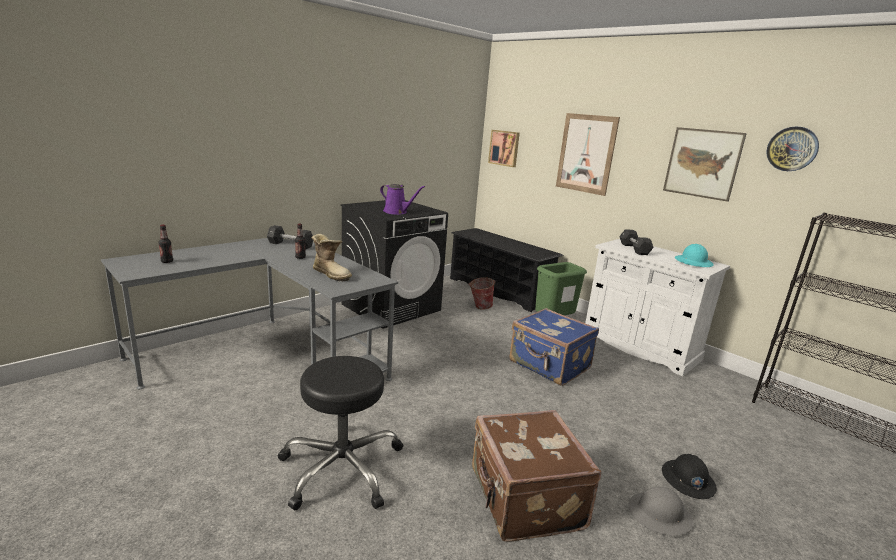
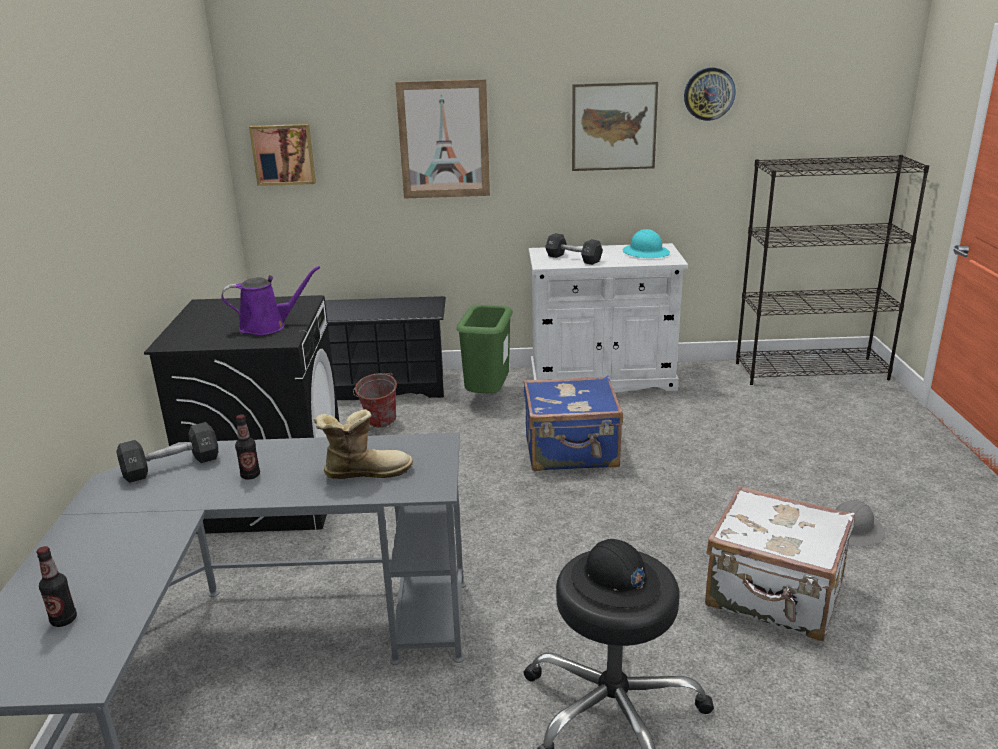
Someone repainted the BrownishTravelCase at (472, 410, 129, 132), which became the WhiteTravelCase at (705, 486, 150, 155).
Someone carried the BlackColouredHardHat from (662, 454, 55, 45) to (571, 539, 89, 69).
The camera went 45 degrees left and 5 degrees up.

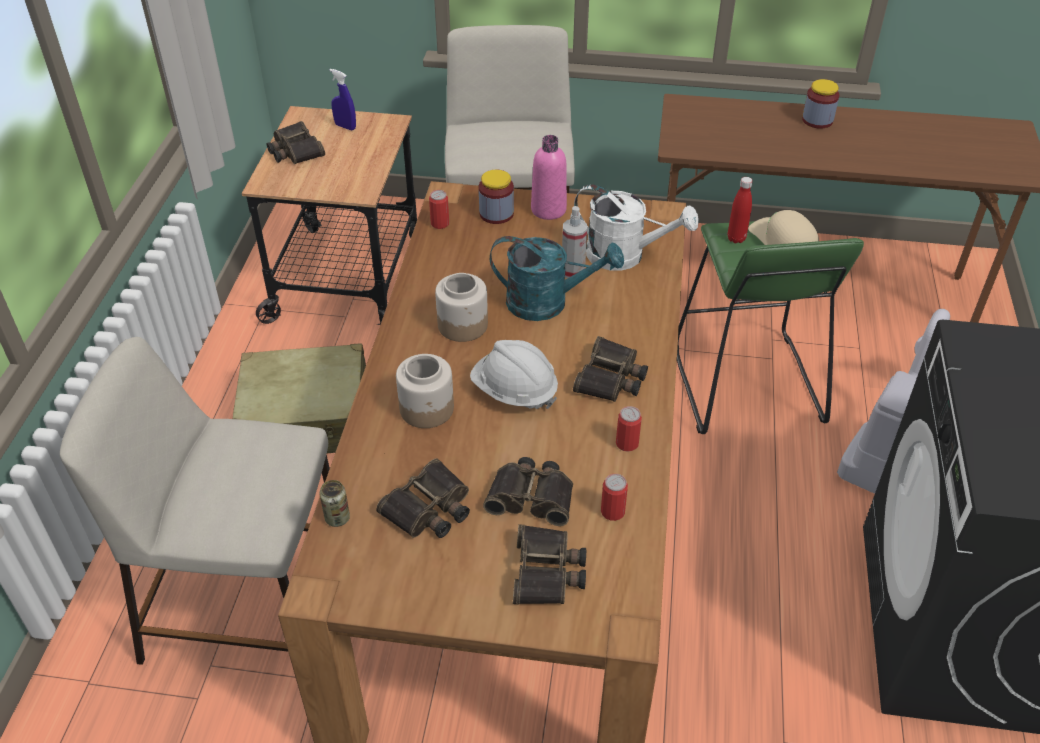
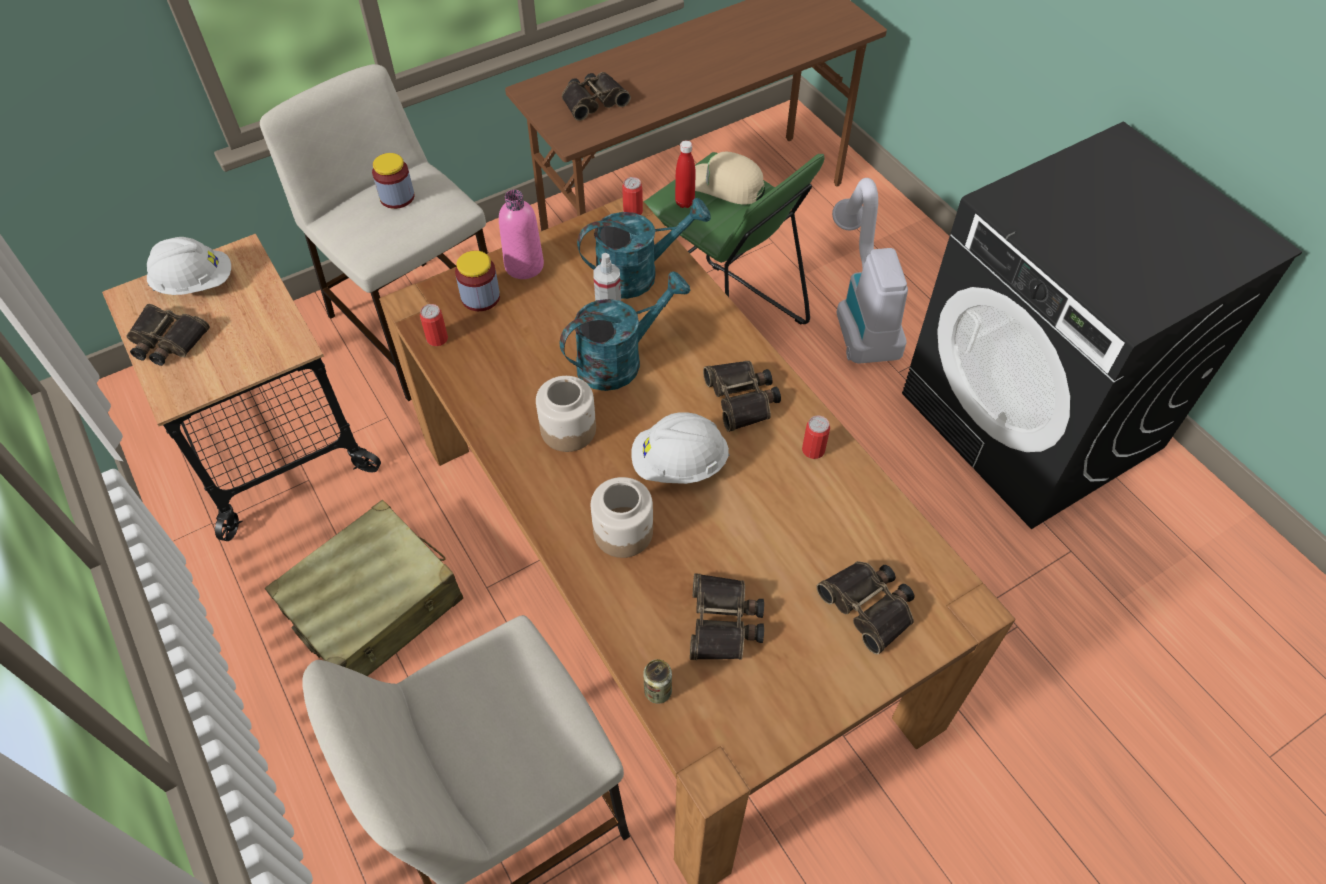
Someone swapped the BlueSprayer at (330, 69, 26, 61) for the WhiteHardHat at (147, 237, 84, 58).
Someone carried the Binoculars from (483, 457, 90, 69) to (562, 72, 69, 49).
Someone repainted the WhiteWateringCan at (574, 184, 125, 87), which became the BlueGreenWateringCan at (577, 198, 134, 101).
Someone carried the SealedCan from (601, 474, 27, 47) to (622, 177, 21, 38).
Someone carried the Jar from (802, 79, 37, 50) to (372, 153, 43, 56).
The camera went 40 degrees left and 10 degrees up.

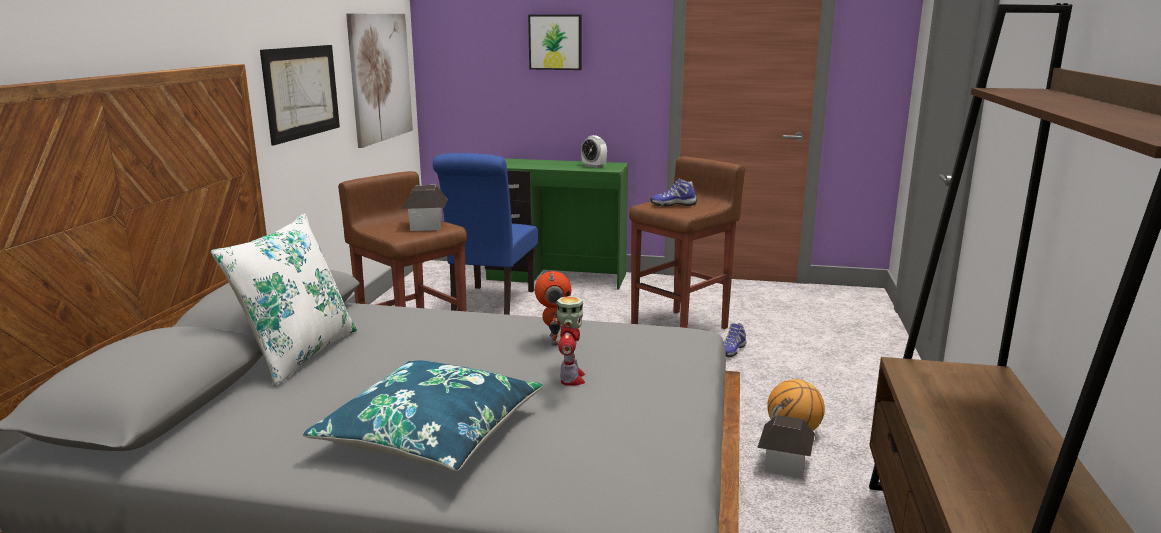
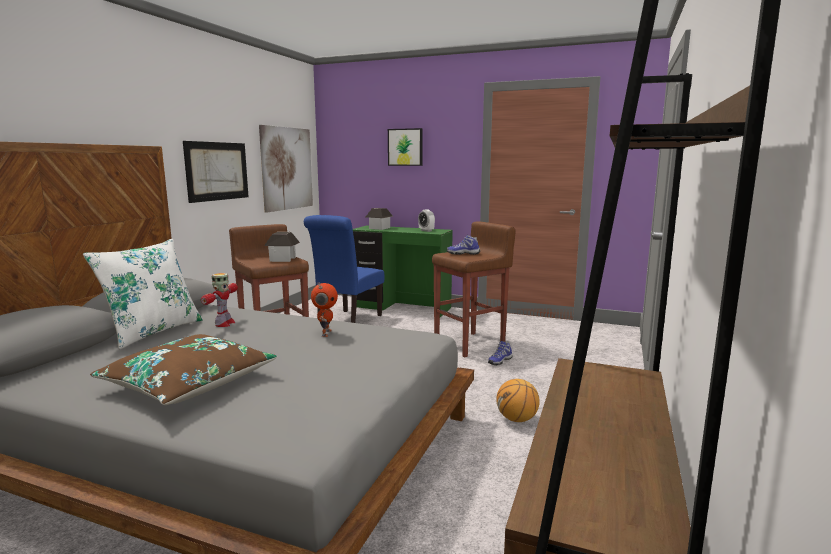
Someone repainted the BluePillow at (303, 361, 240, 110), which became the BrownishPillow at (90, 334, 187, 71).
Someone carried the ModelRobot from (556, 296, 29, 90) to (201, 273, 37, 54).
Someone carried the ModelHouse from (757, 415, 58, 64) to (366, 208, 27, 22).
The camera went 10 degrees right and 5 degrees down.

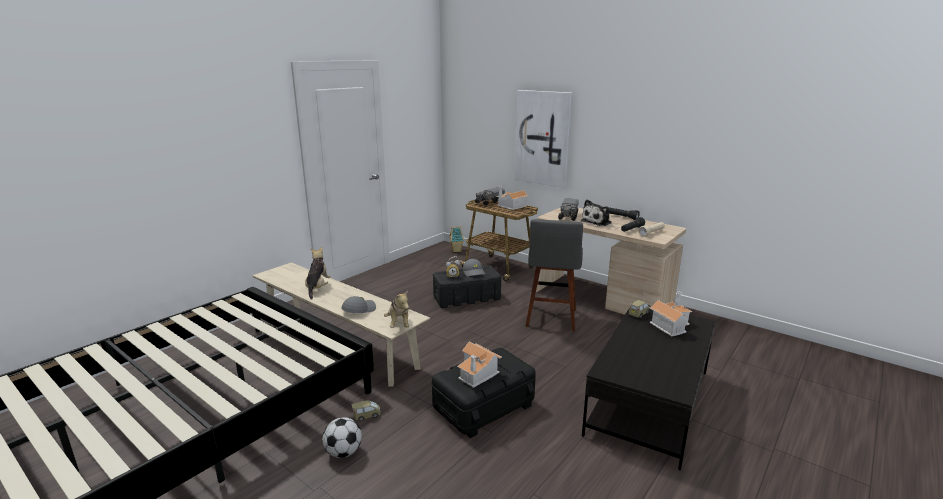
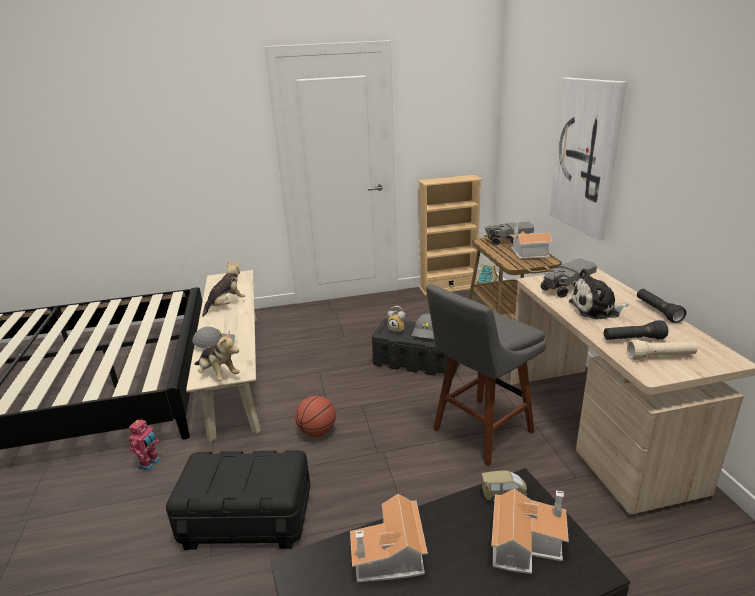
Someone took away the FootballBall at (323, 417, 39, 41).
Someone swapped the ModelCar at (351, 400, 30, 21) for the ModelRobot at (128, 418, 32, 53).
Someone rotated the PlushToy at (384, 290, 25, 38) by 75 degrees counterclockwise.
Someone carried the ModelHouse from (457, 342, 45, 46) to (350, 494, 78, 89).
Someone put down the BallForBasketball at (295, 396, 41, 41).
Someone put down the BeigeBookshelf at (418, 175, 64, 121).
The camera went 40 degrees right and 5 degrees up.

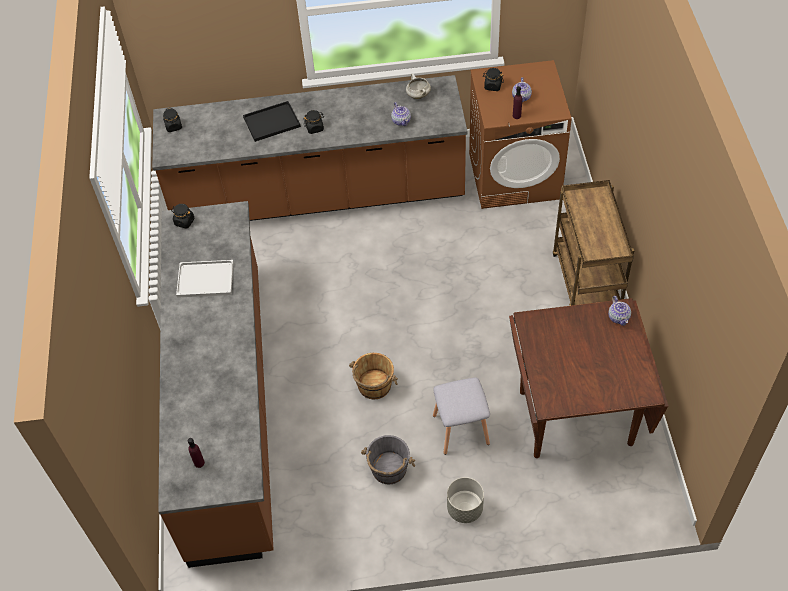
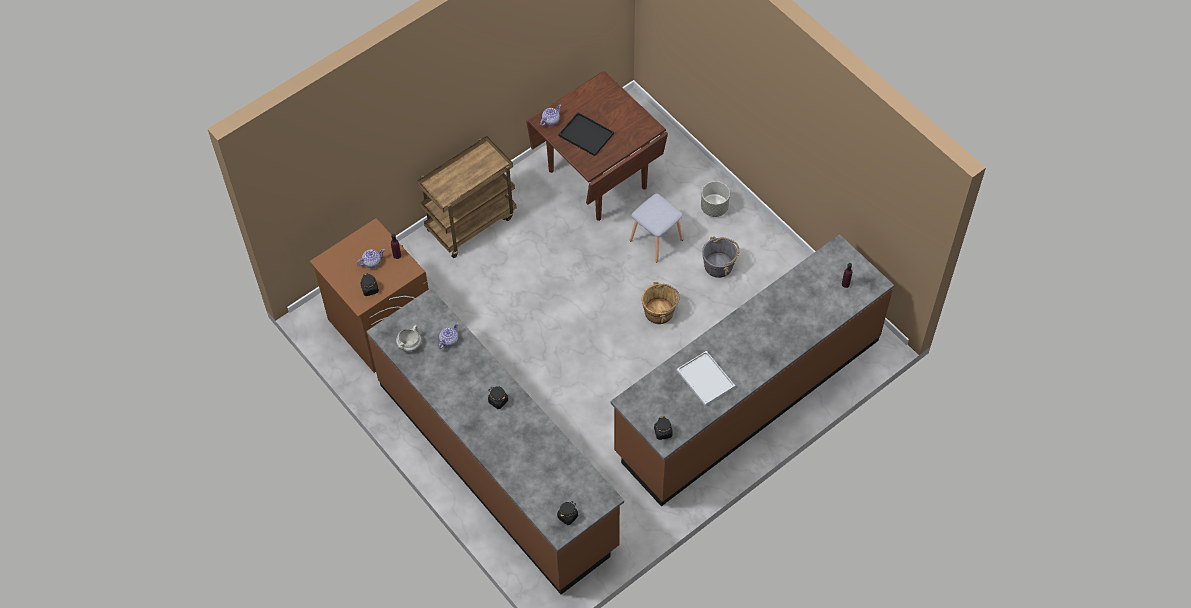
Someone carried the BlackColouredCarryingTray from (243, 101, 58, 41) to (559, 112, 55, 44).
The camera went 125 degrees left and 5 degrees up.

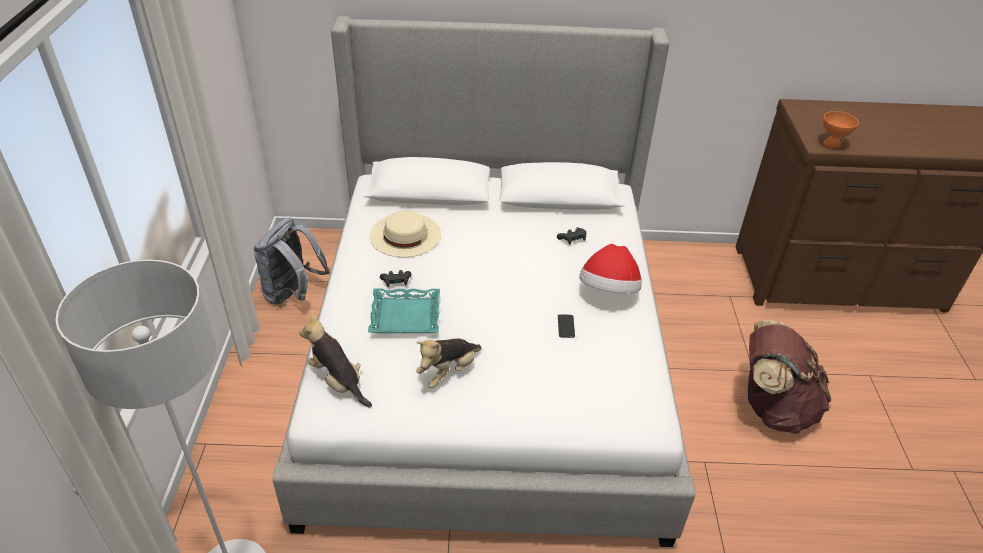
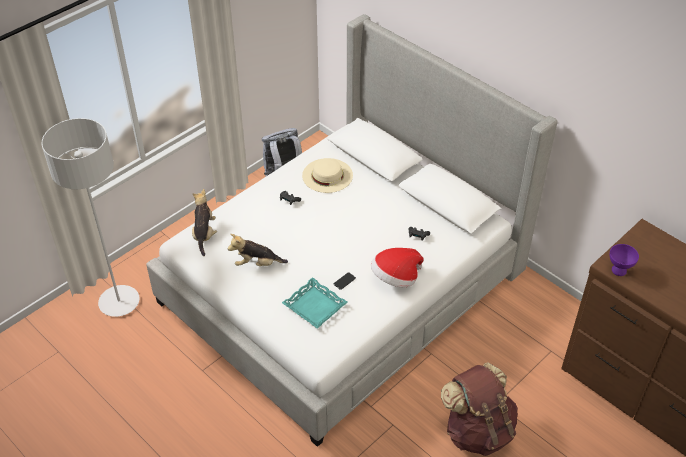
Someone carried the BlueGreenCarryingTray from (368, 289, 72, 44) to (282, 277, 66, 52).
Someone repainted the OrangeyBowl at (823, 111, 36, 38), which became the PurpleColouredBowl at (610, 244, 29, 32).
The camera went 45 degrees right and 5 degrees up.

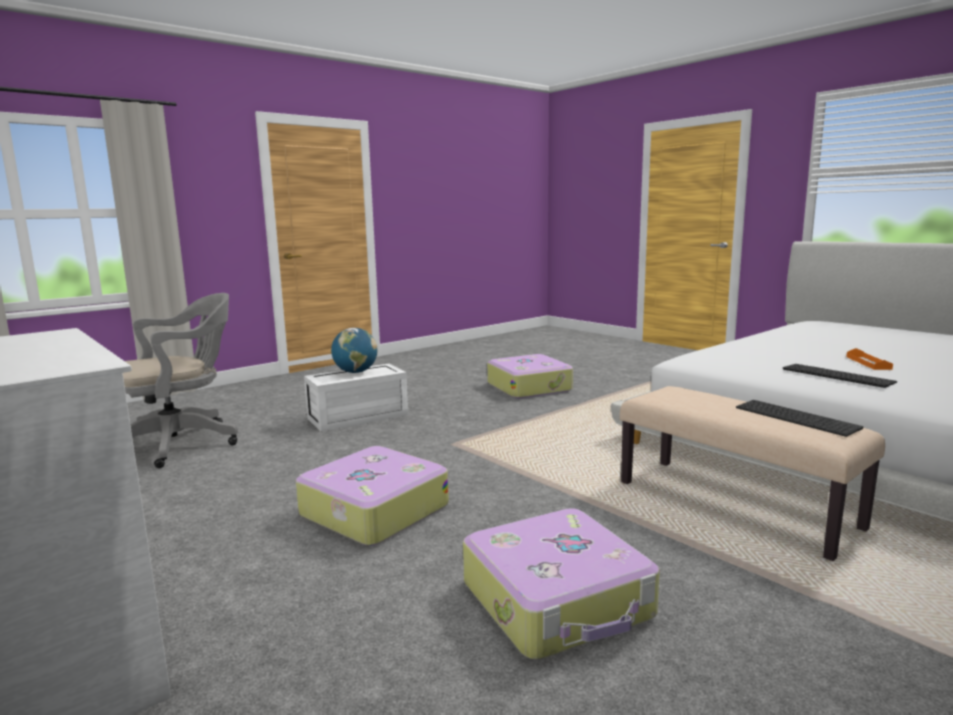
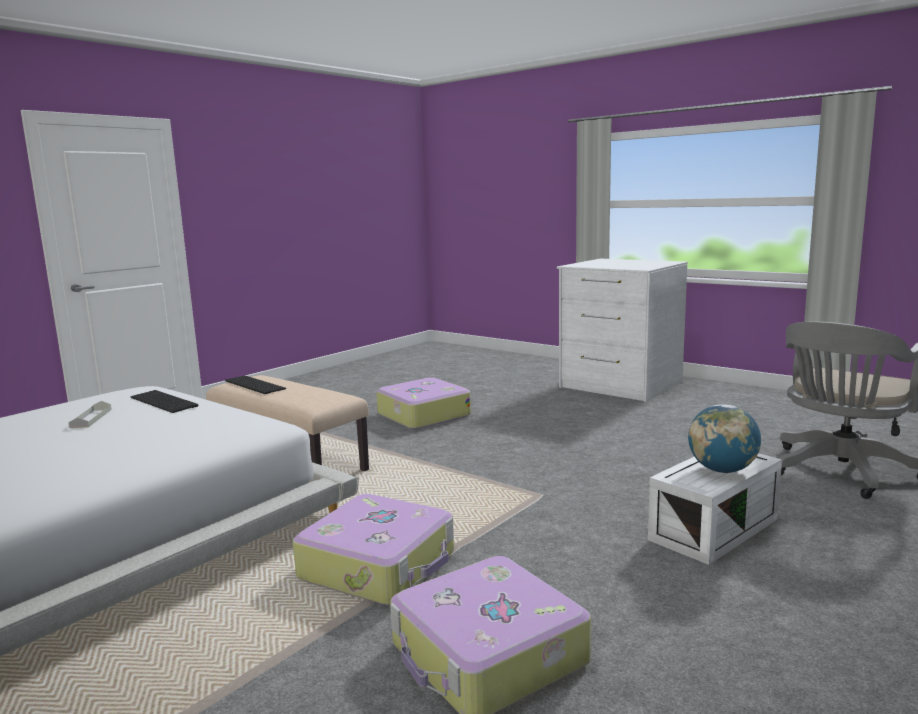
Someone carried the TravelCase from (296, 446, 153, 100) to (293, 494, 161, 111).
Someone repainted the OrangeyCarryingTray at (846, 348, 47, 22), which became the GreyCarryingTray at (68, 401, 44, 27).
The camera went 170 degrees right and 0 degrees up.

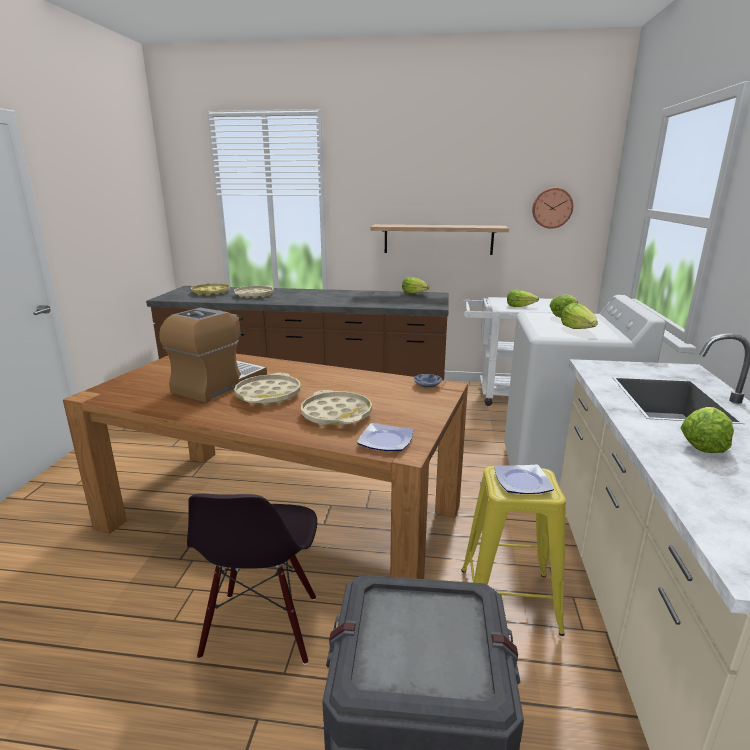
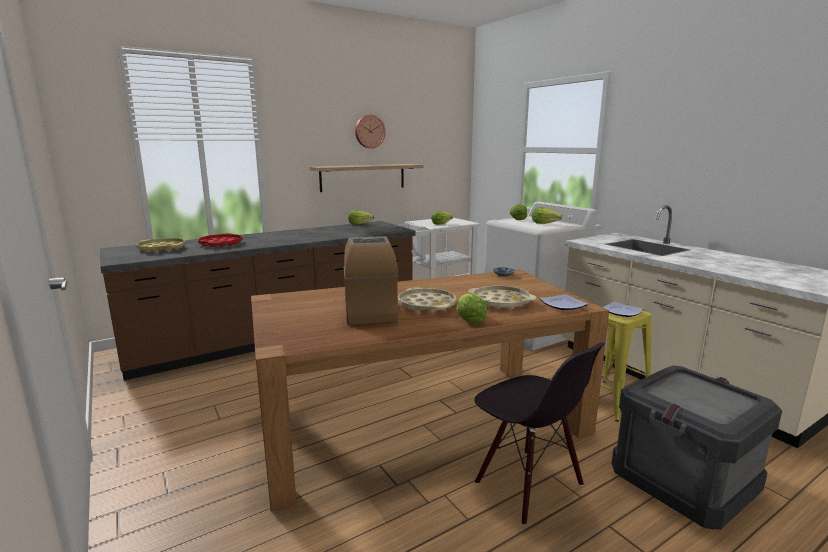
Someone repainted the BeigeCarryingTray at (234, 286, 40, 12), which became the RedColouredCarryingTray at (198, 233, 45, 14).
Someone carried the HangingClock from (532, 188, 41, 41) to (355, 115, 31, 33).
Someone carried the LettuceHead from (681, 407, 53, 46) to (457, 293, 30, 30).
The camera went 40 degrees left and 5 degrees down.

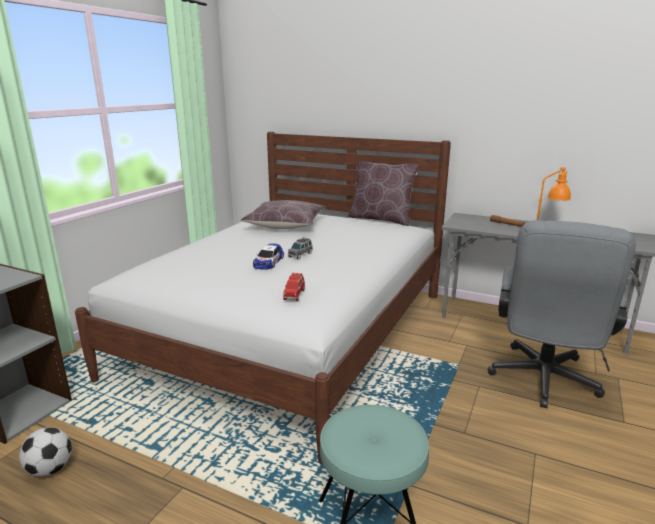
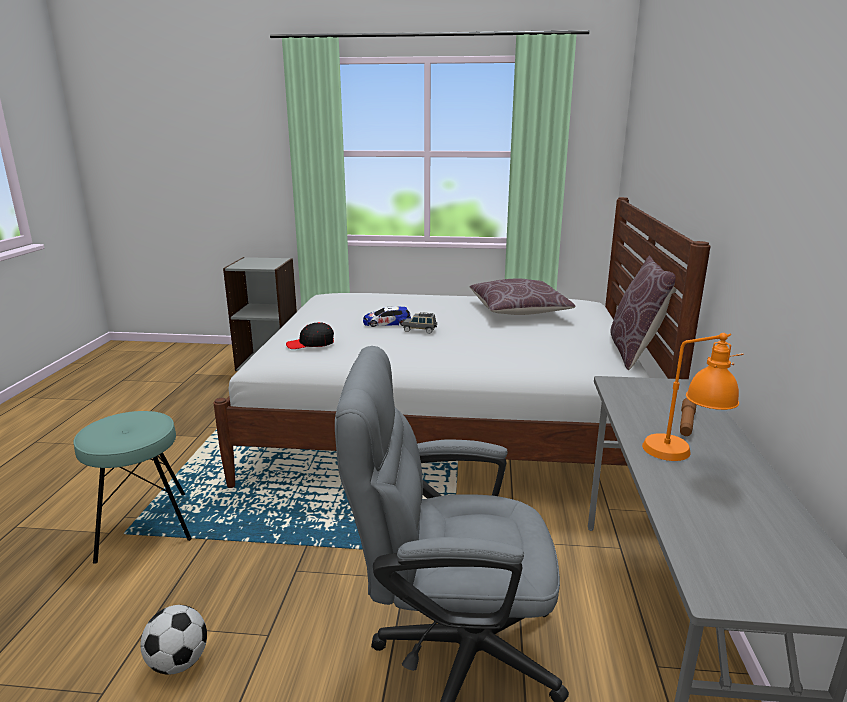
Someone carried the FootballBall from (19, 427, 53, 50) to (140, 605, 67, 70).
Someone swapped the RedColouredModelCar at (283, 273, 22, 28) for the BlackColouredBaseballCap at (286, 322, 48, 27).
The camera went 70 degrees right and 0 degrees up.

